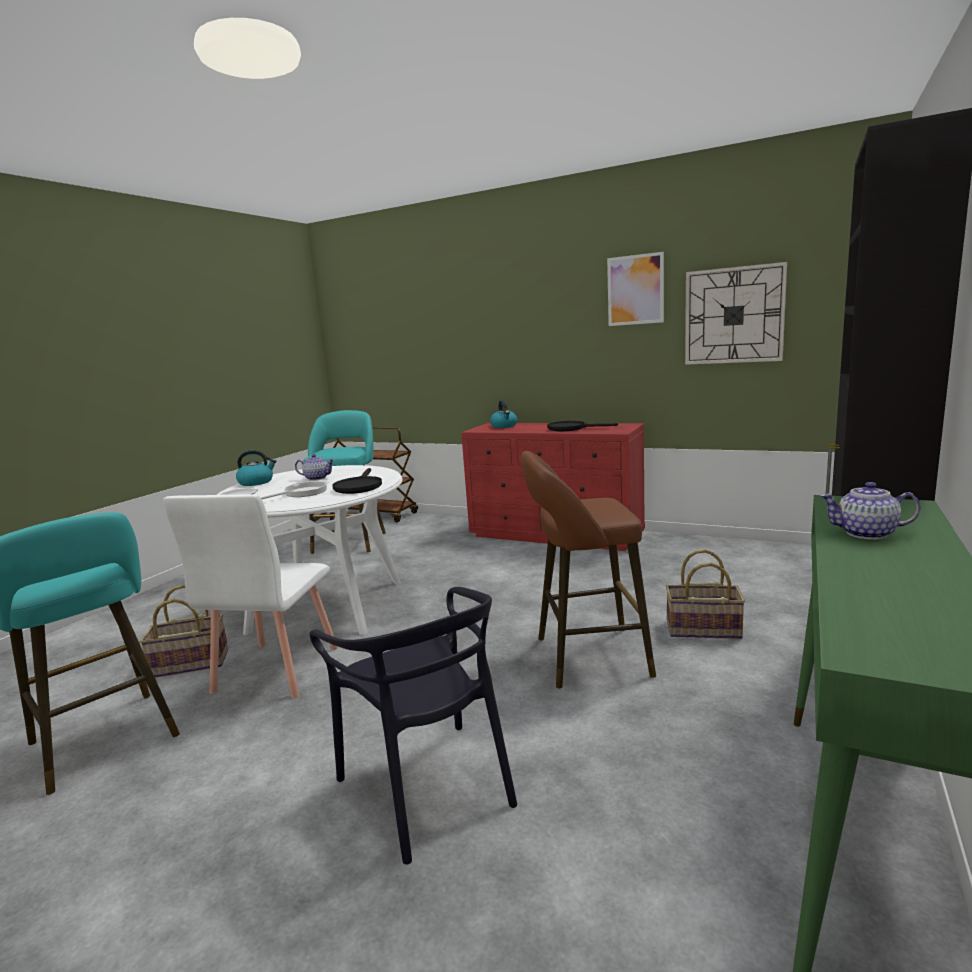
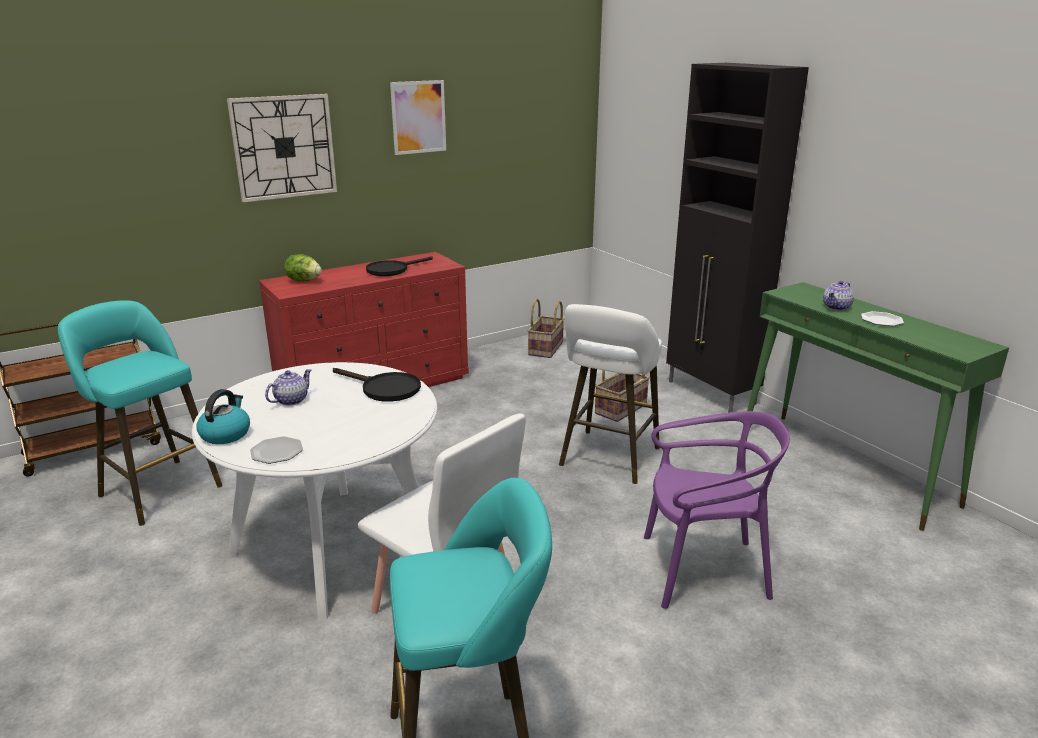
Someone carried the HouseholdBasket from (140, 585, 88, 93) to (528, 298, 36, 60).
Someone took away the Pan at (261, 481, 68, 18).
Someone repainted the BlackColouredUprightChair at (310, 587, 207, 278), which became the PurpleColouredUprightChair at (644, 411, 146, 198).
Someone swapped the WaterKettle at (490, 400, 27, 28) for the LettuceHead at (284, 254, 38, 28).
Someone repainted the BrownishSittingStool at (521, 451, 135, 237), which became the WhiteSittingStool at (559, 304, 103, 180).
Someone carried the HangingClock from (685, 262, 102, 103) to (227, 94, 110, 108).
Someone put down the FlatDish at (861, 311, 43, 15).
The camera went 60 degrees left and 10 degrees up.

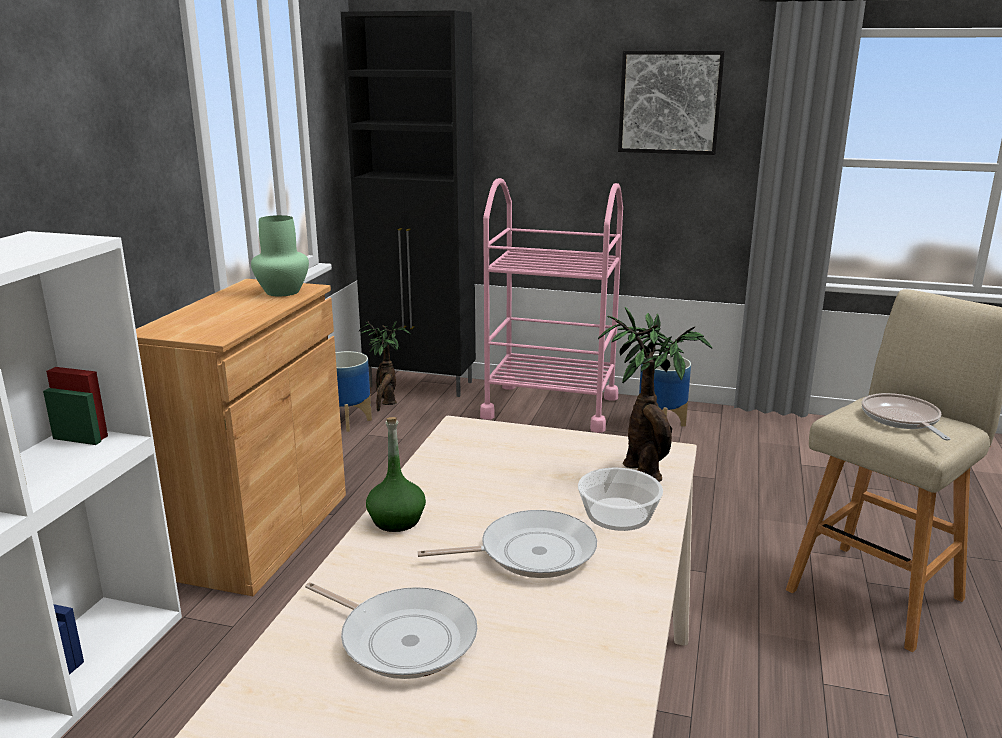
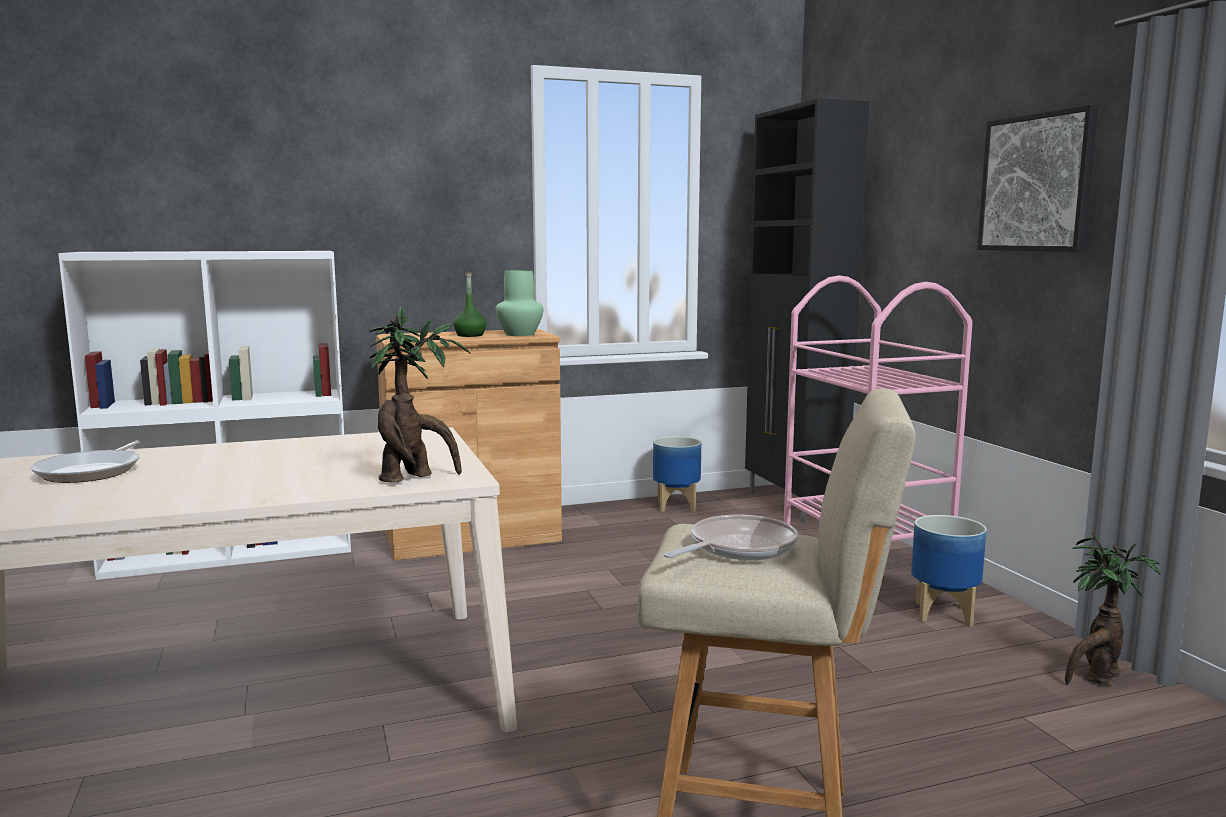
Someone carried the Houseplant from (359, 321, 52, 91) to (1065, 531, 96, 154).
Someone carried the GreenishBeverageBottle from (366, 417, 60, 115) to (453, 271, 34, 66).
Someone took away the Pan at (418, 510, 179, 68).
Someone took away the Bowl at (578, 468, 85, 63).
The camera went 55 degrees right and 10 degrees down.

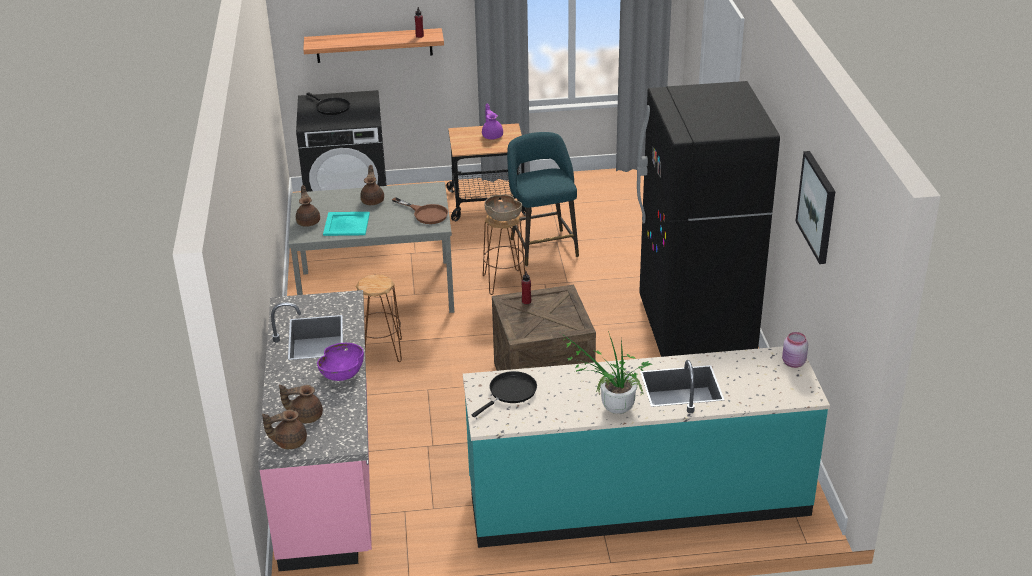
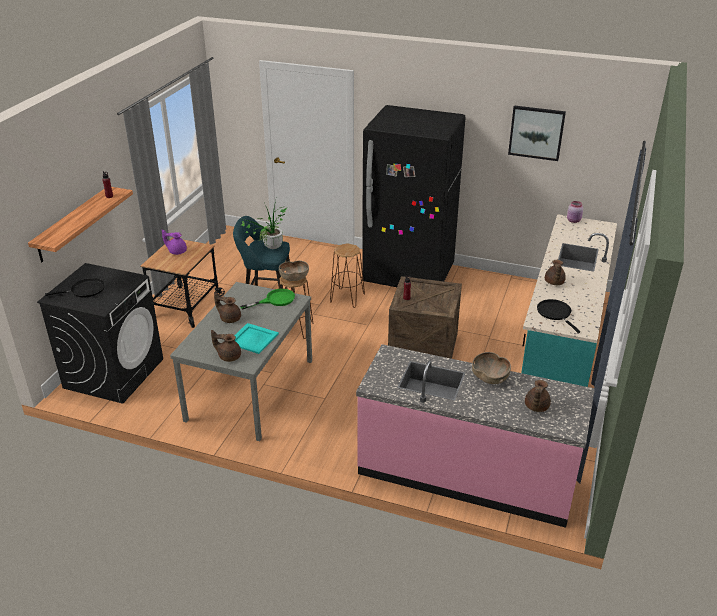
Someone carried the BrownishPotForTea from (262, 409, 45, 40) to (545, 260, 21, 25).
Someone repainted the PurpleColouredBowl at (317, 343, 47, 38), which became the BrownishBowl at (472, 352, 39, 32).
Someone carried the BrownishSittingStool from (356, 275, 46, 87) to (330, 243, 35, 65).
Someone repainted the BrownishPan at (392, 197, 56, 27), which became the GreenishPan at (240, 289, 55, 21).
Someone carried the Houseplant from (561, 331, 91, 83) to (241, 200, 47, 49).
The camera went 65 degrees left and 0 degrees up.

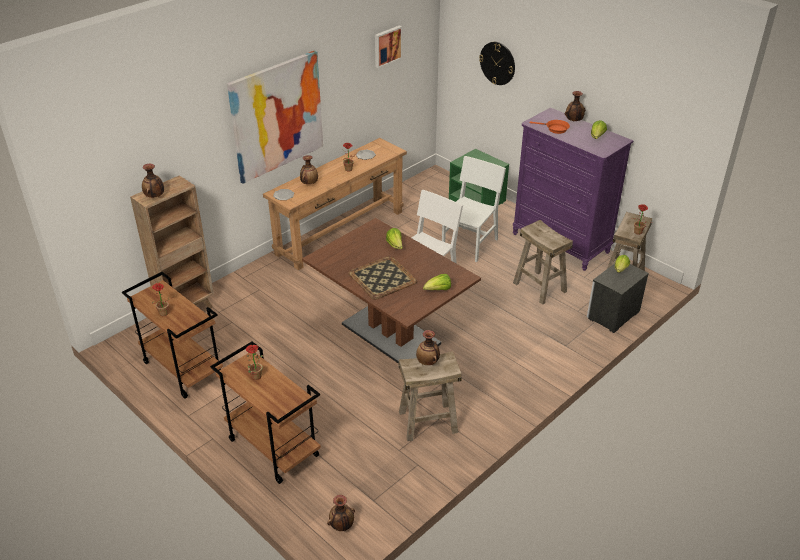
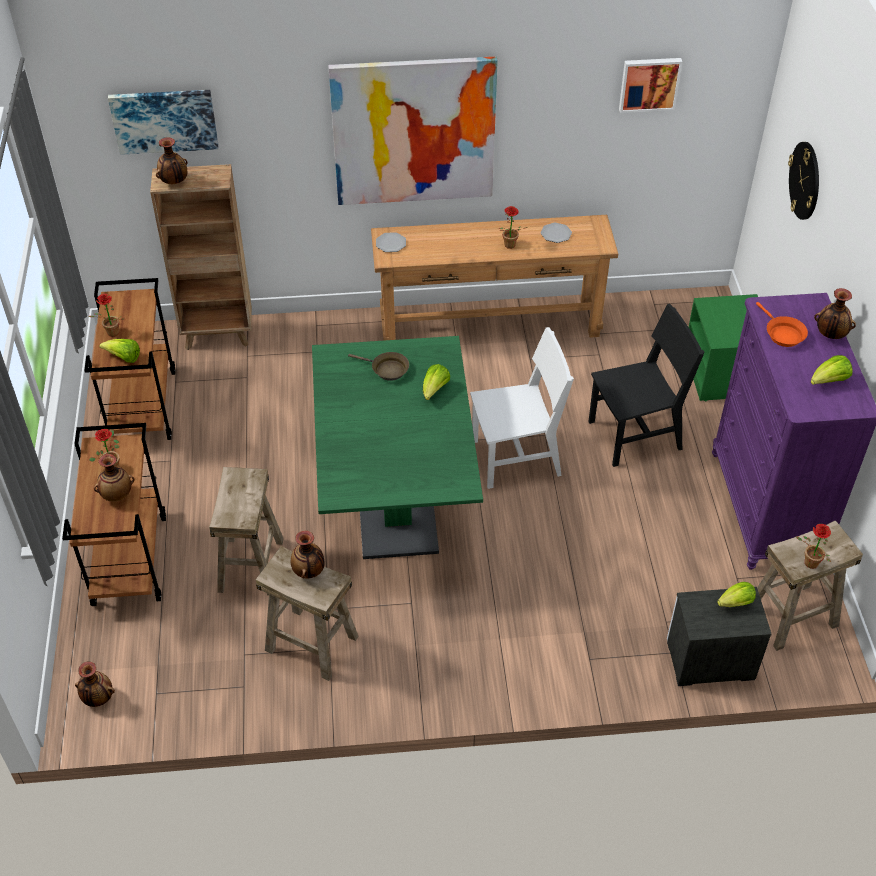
Someone carried the FlowerVase from (300, 155, 18, 29) to (94, 454, 40, 48).
Someone repainted the BrownishDiningTable at (302, 218, 179, 146), which became the GreenishDiningTable at (312, 336, 171, 223).
Someone took away the CarryingTray at (348, 256, 69, 43).
Someone carried the LettuceHead from (423, 274, 28, 16) to (100, 339, 40, 24).
Someone repainted the WhiteUprightChair at (442, 156, 64, 106), which became the BlackColouredUprightChair at (588, 304, 117, 163).
Someone carried the BeigeSittingStool from (513, 220, 60, 85) to (209, 467, 75, 128).
Someone put up the WallPicture at (108, 90, 111, 65).
Someone put down the BrownishPan at (348, 352, 61, 29).
The camera went 40 degrees right and 10 degrees up.

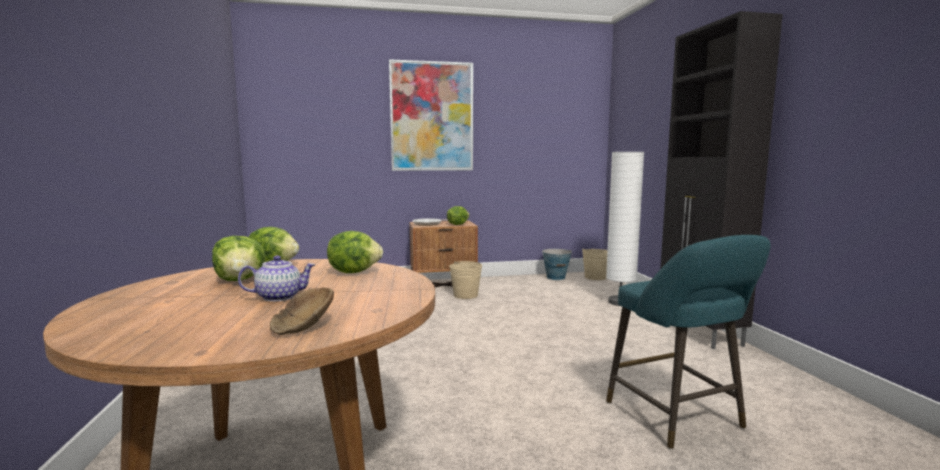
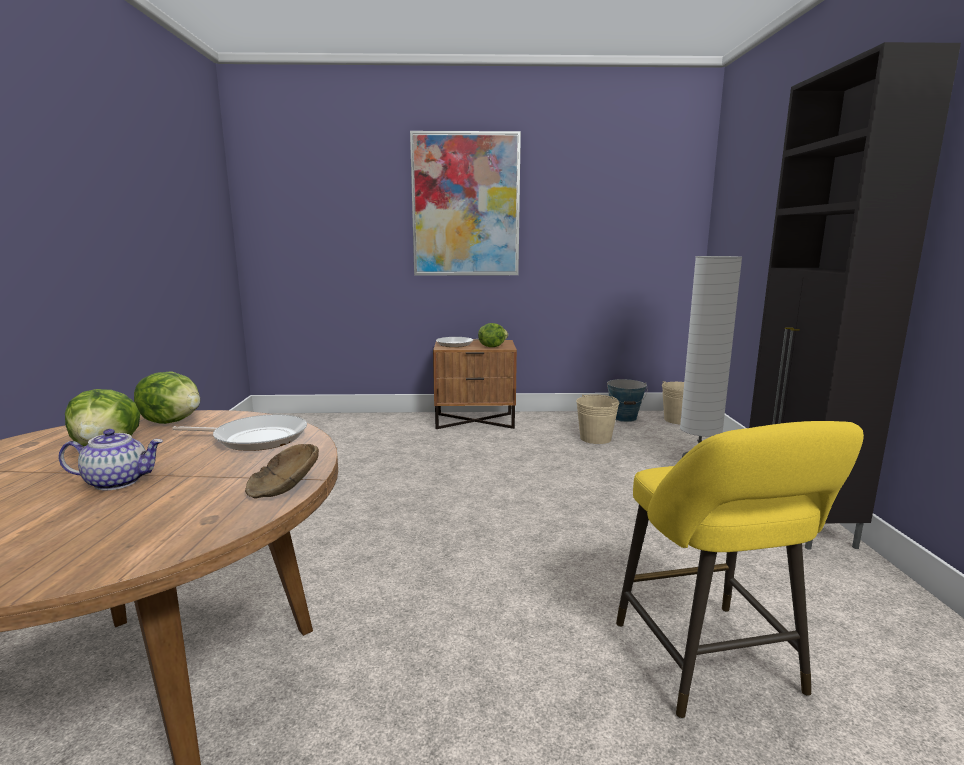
Someone carried the BrownishBowl from (270, 288, 64, 47) to (245, 444, 74, 55).
Someone swapped the LettuceHead at (327, 231, 56, 42) for the Pan at (172, 414, 135, 37).
Someone carried the BeigePail from (449, 261, 33, 38) to (576, 394, 43, 50).
Someone repainted the BlueGreenSittingStool at (606, 235, 165, 214), which became the YellowishSittingStool at (616, 421, 248, 298).
The camera went 10 degrees right and 5 degrees up.

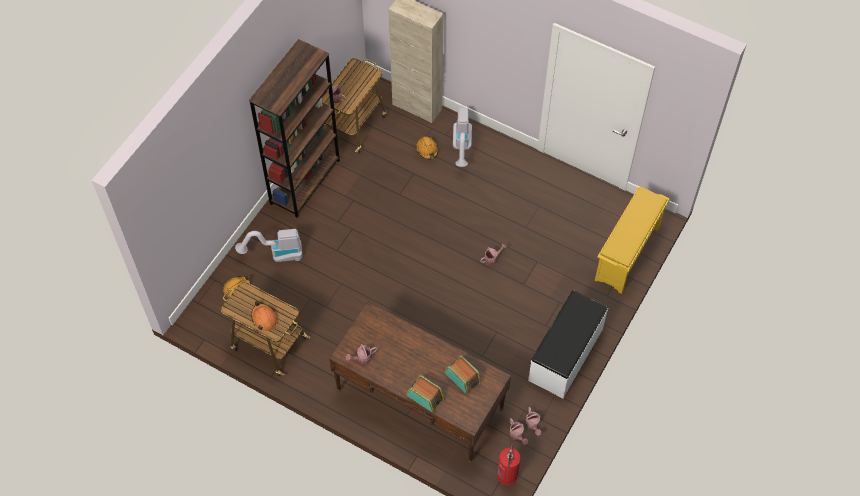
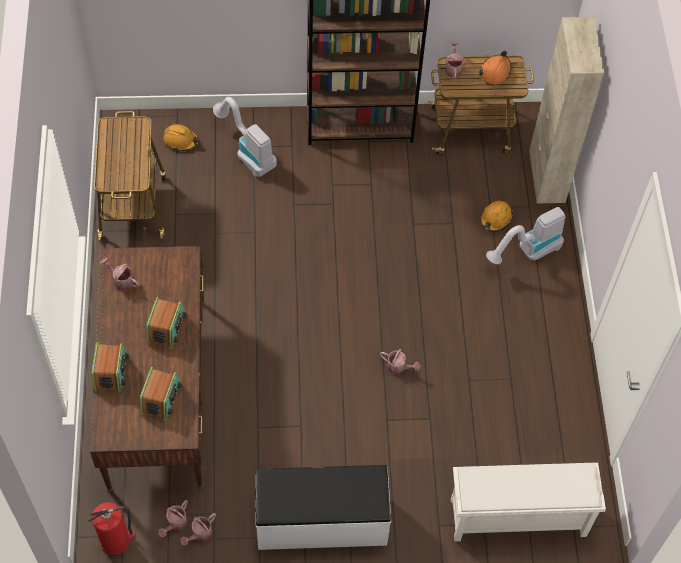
Someone carried the OrangeyHardHat from (251, 301, 26, 30) to (479, 50, 32, 35).
Someone repainted the YellowishShoeStand at (595, 186, 75, 108), which became the WhiteShoeStand at (451, 463, 155, 78).
Someone put down the RadioReceiver at (146, 297, 41, 52).
The camera went 55 degrees right and 0 degrees up.

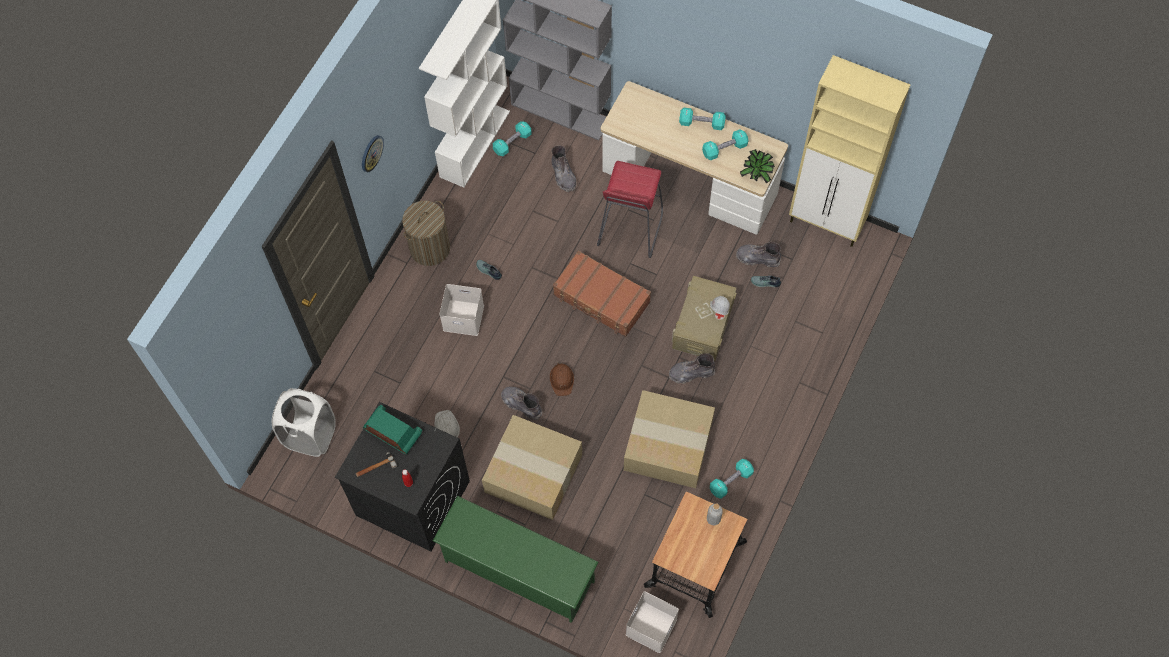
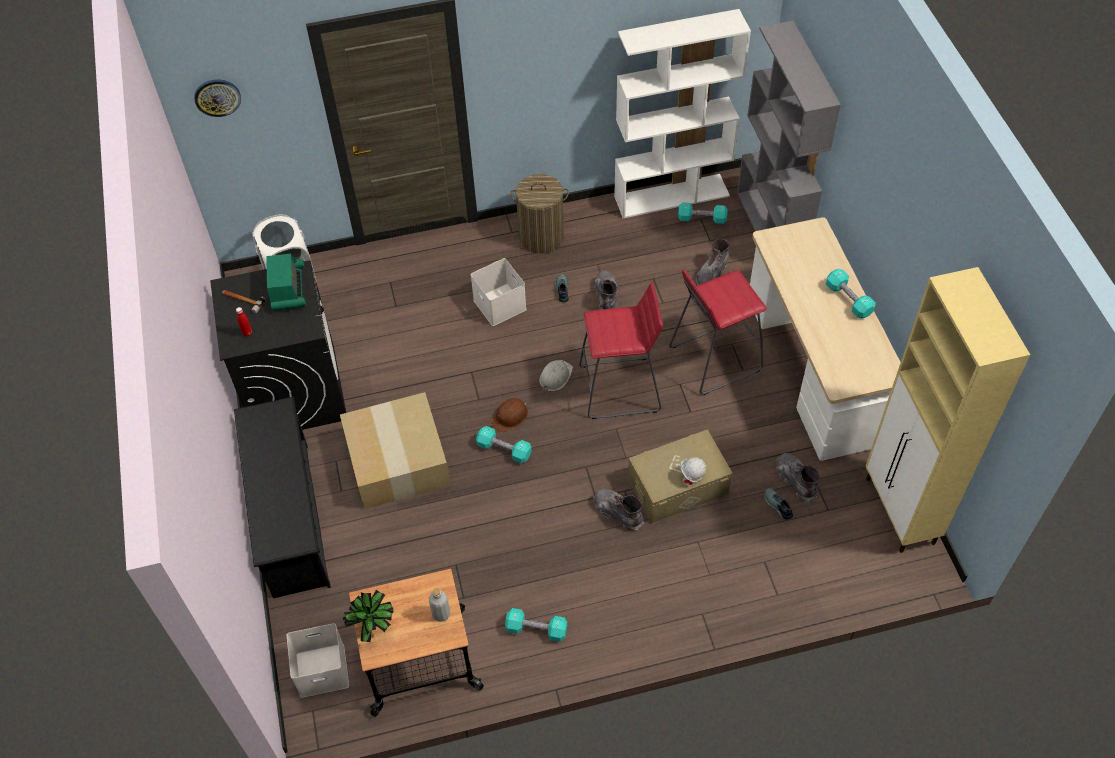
Someone carried the HangingClock from (362, 135, 22, 37) to (194, 79, 47, 38).
Someone repainted the GreenishShoeStand at (433, 496, 165, 127), which became the BlackColouredShoeStand at (234, 396, 97, 202).
Someone carried the WhiteHardHat from (434, 410, 26, 27) to (539, 360, 34, 31).
Someone carried the GreyHighTopBoot from (501, 386, 41, 35) to (595, 270, 23, 40).
Someone swapped the BrownishTravelCase at (553, 251, 98, 86) for the RedColouredSittingStool at (579, 282, 84, 137).
Someone took away the Carton at (624, 390, 91, 98).
Someone carried the BlueGreenDumbbell from (702, 130, 46, 30) to (476, 426, 56, 37).
Someone carried the Houseplant from (740, 149, 35, 35) to (343, 590, 51, 52).
The camera went 50 degrees right and 10 degrees down.

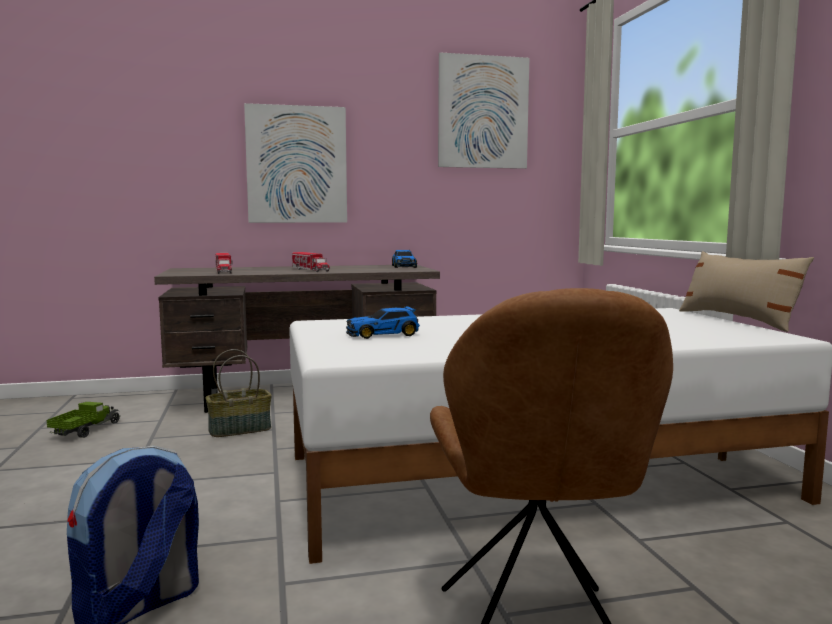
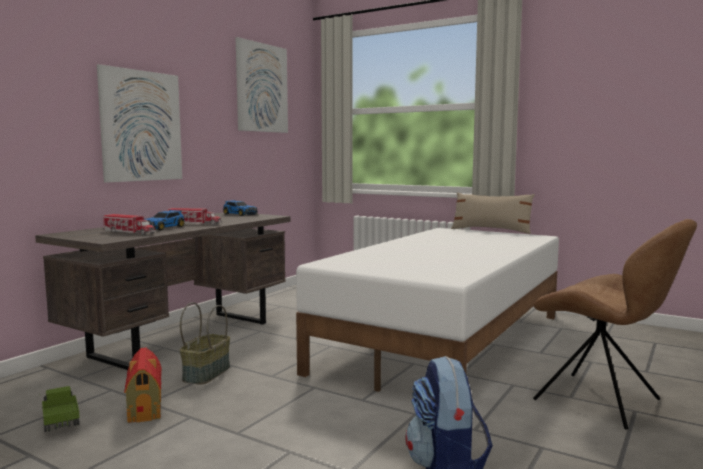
Someone carried the ModelCar from (346, 306, 74, 33) to (144, 210, 41, 20).
Someone put down the ModelHouse at (124, 347, 38, 76).
The camera went 45 degrees left and 0 degrees up.

